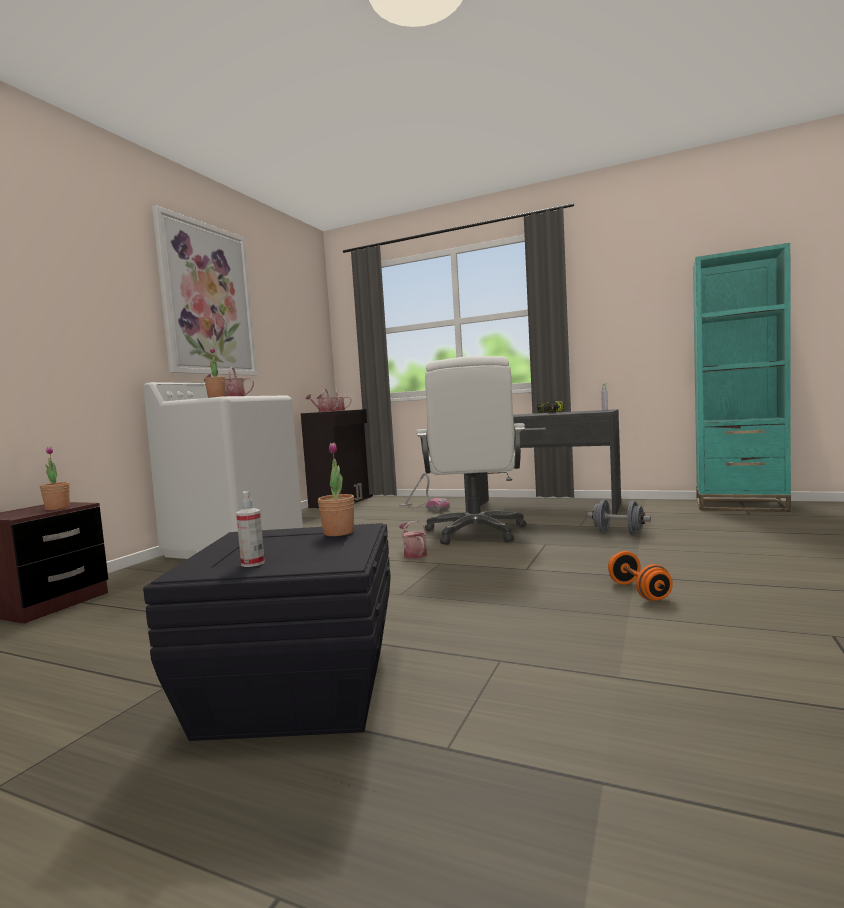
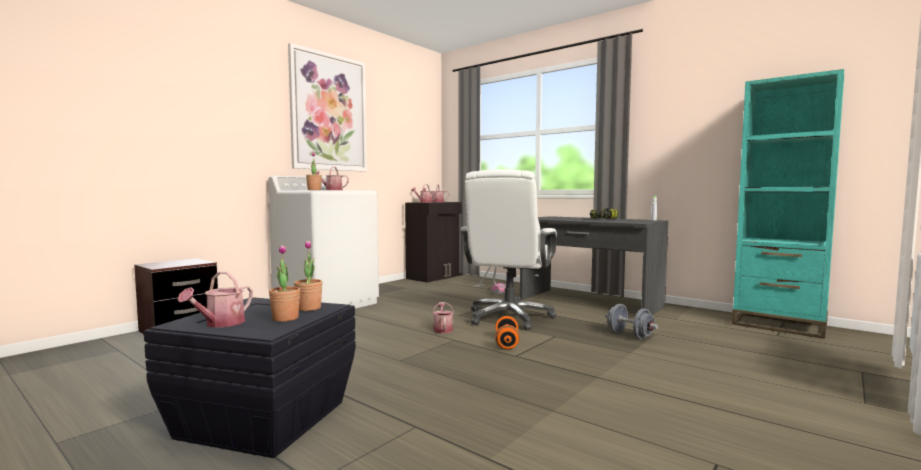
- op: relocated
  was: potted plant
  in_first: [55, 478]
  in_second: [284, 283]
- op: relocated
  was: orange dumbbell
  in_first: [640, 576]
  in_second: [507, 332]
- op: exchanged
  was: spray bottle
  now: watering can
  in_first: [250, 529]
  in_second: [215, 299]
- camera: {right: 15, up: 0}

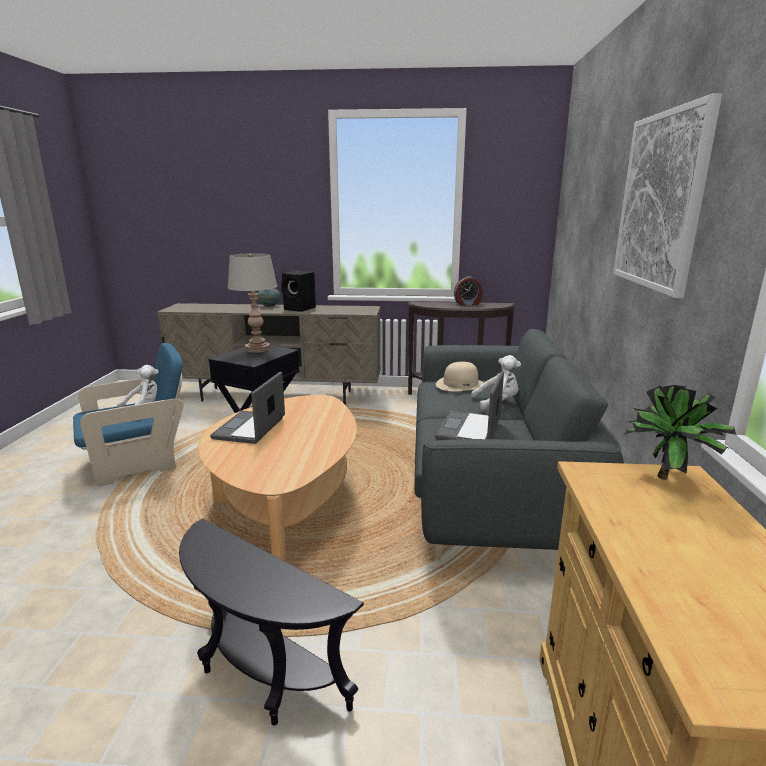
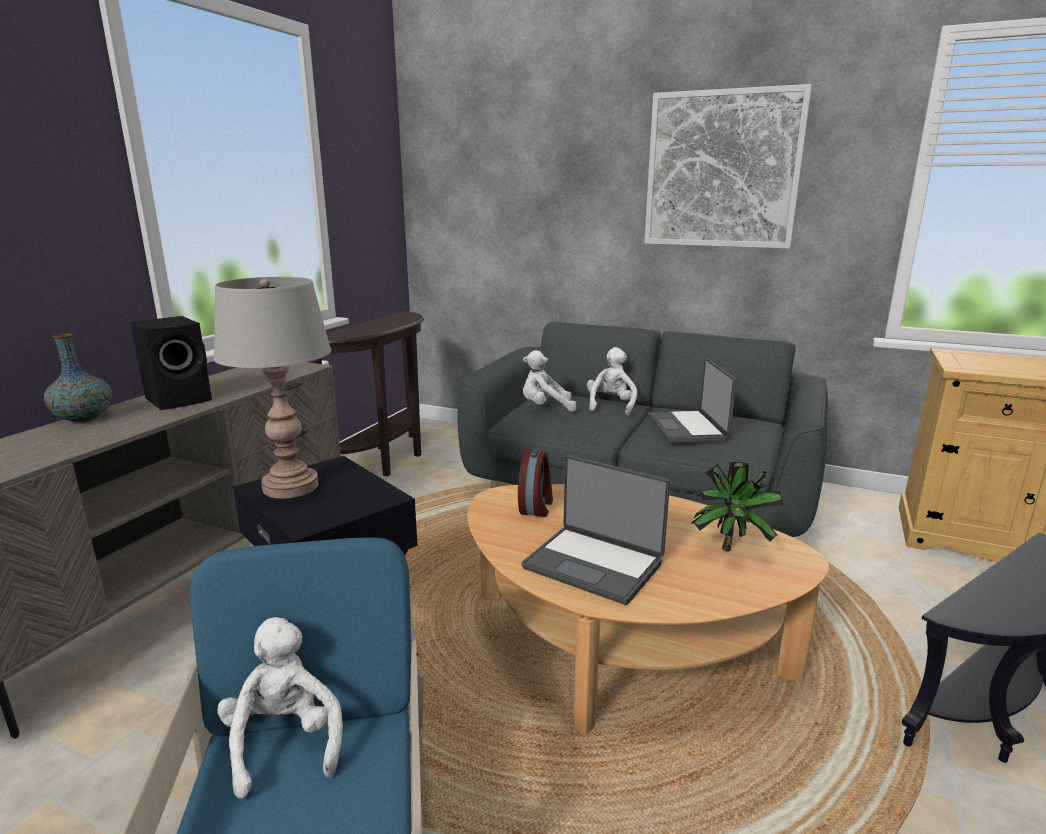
- op: relocated
  was: alarm clock
  in_first: [468, 291]
  in_second: [535, 482]
- op: relocated
  was: potted plant
  in_first: [680, 432]
  in_second: [737, 507]
- op: exchanged
  was: beige hat
  now: white plush toy
  in_first: [460, 376]
  in_second: [549, 381]
- op: spun
  was: laptop
  in_first: [469, 405]
  in_second: [692, 400]
  clockwise: 45
- camera: {right: -70, up: 0}

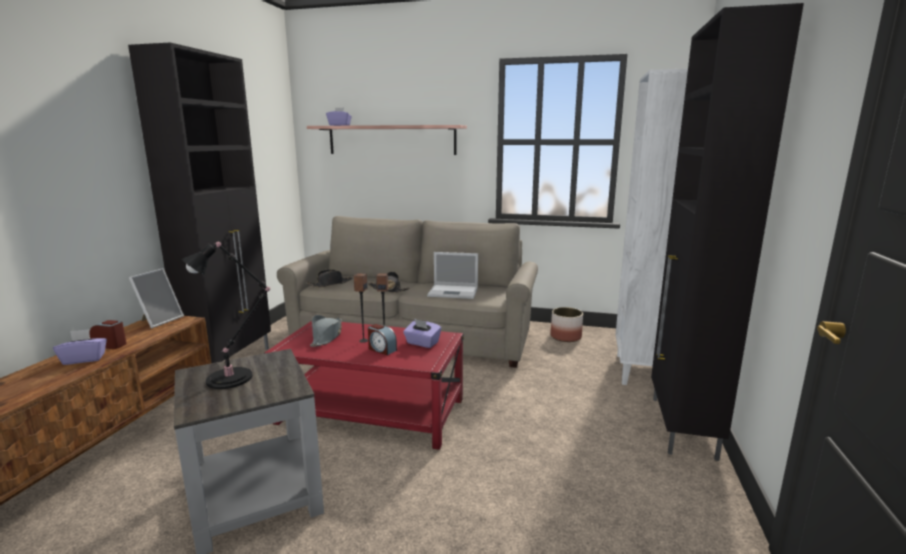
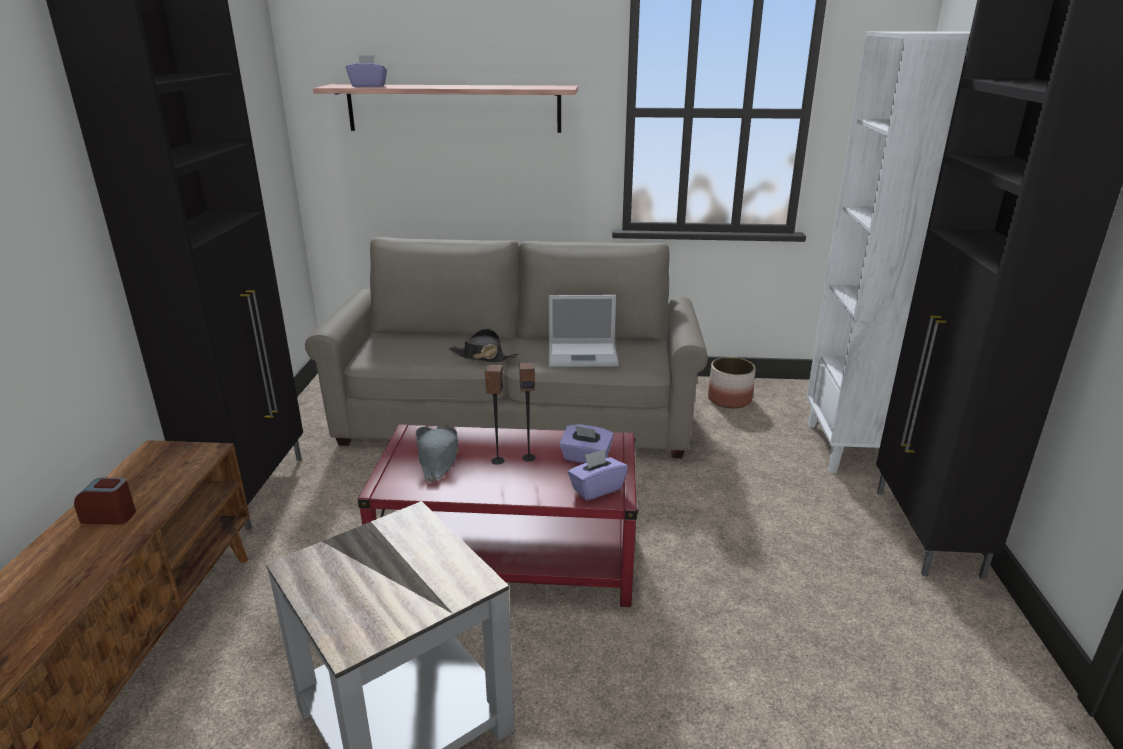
- op: missing
  was: picture frame
  in_first: [156, 298]
- op: missing
  was: black table lamp
  in_first: [225, 315]
- op: missing
  was: black hat
  in_first: [330, 278]
- op: missing
  was: alarm clock
  in_first: [382, 339]
- op: relocated
  was: purple tissue box
  in_first: [80, 347]
  in_second: [598, 475]
- camera: {right: -10, up: 10}

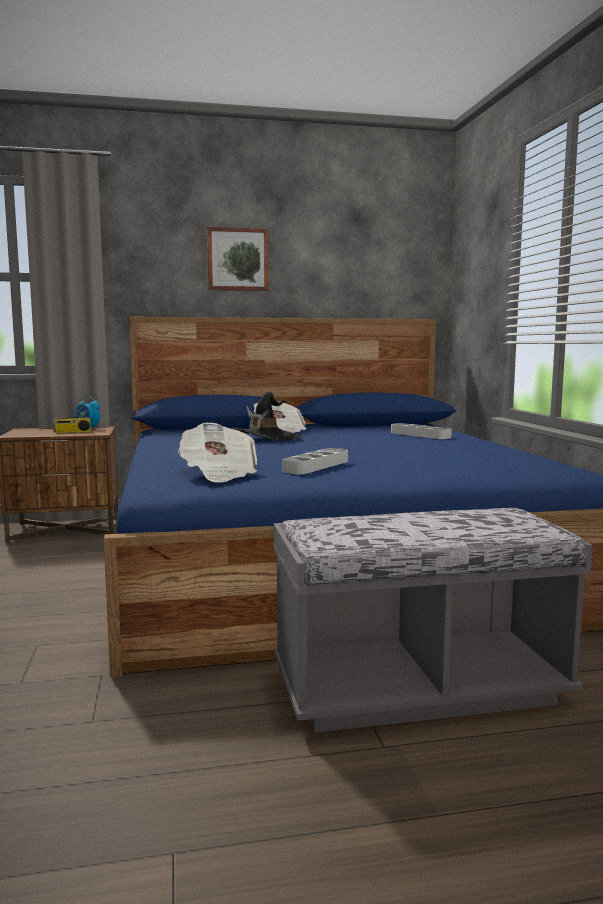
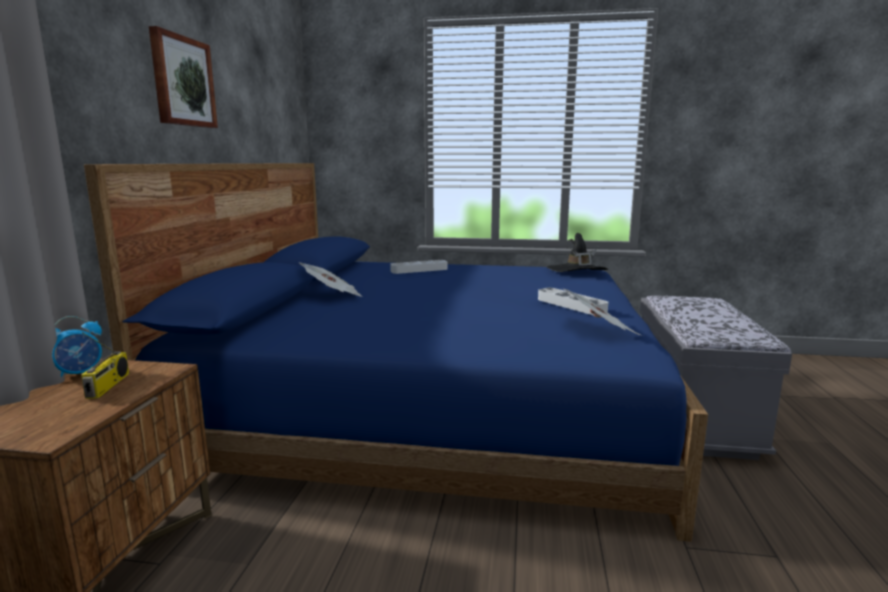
- op: relocated
  was: black hat
  in_first: [266, 416]
  in_second: [577, 252]
- camera: {right: -70, up: 5}

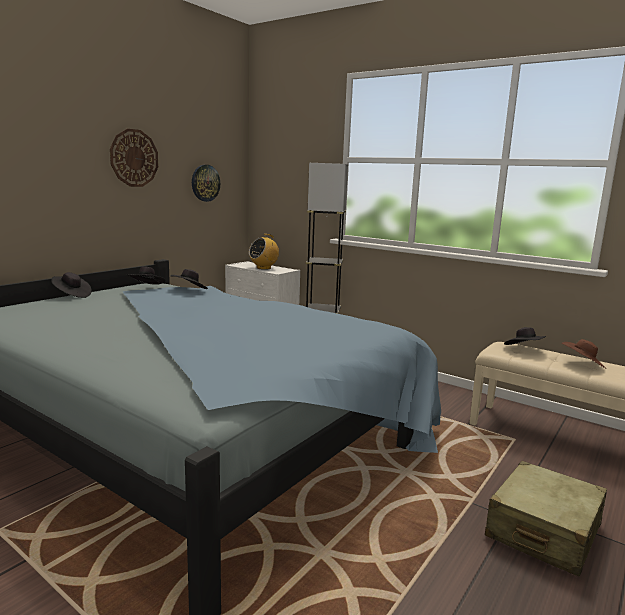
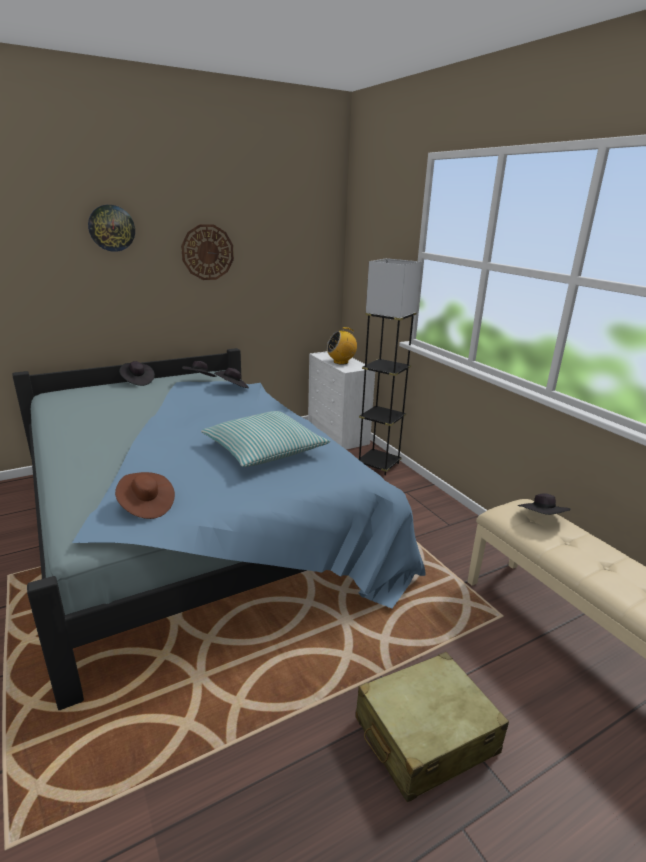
- op: appeared
  now: pillow
  in_second: [265, 439]
- op: relocated
  was: wall clock
  in_first: [206, 183]
  in_second: [111, 228]
- op: relocated
  was: brown hat
  in_first: [584, 353]
  in_second: [145, 495]
- camera: {right: 25, up: 10}

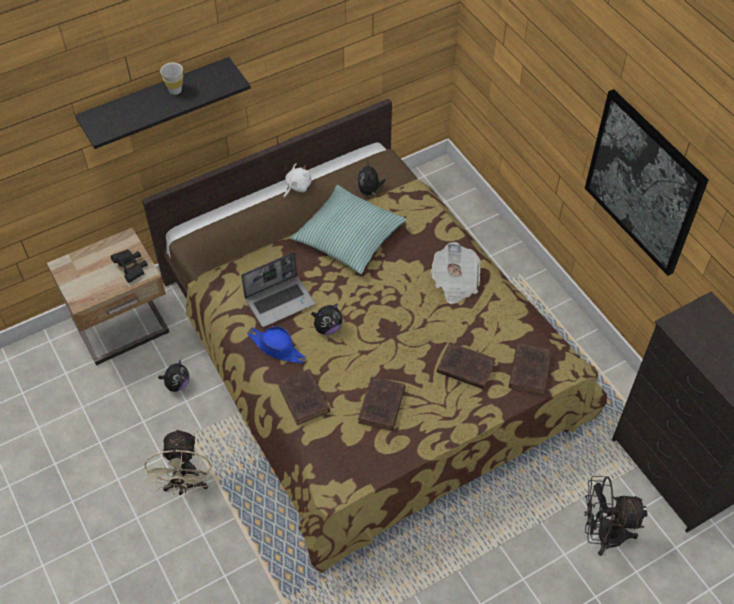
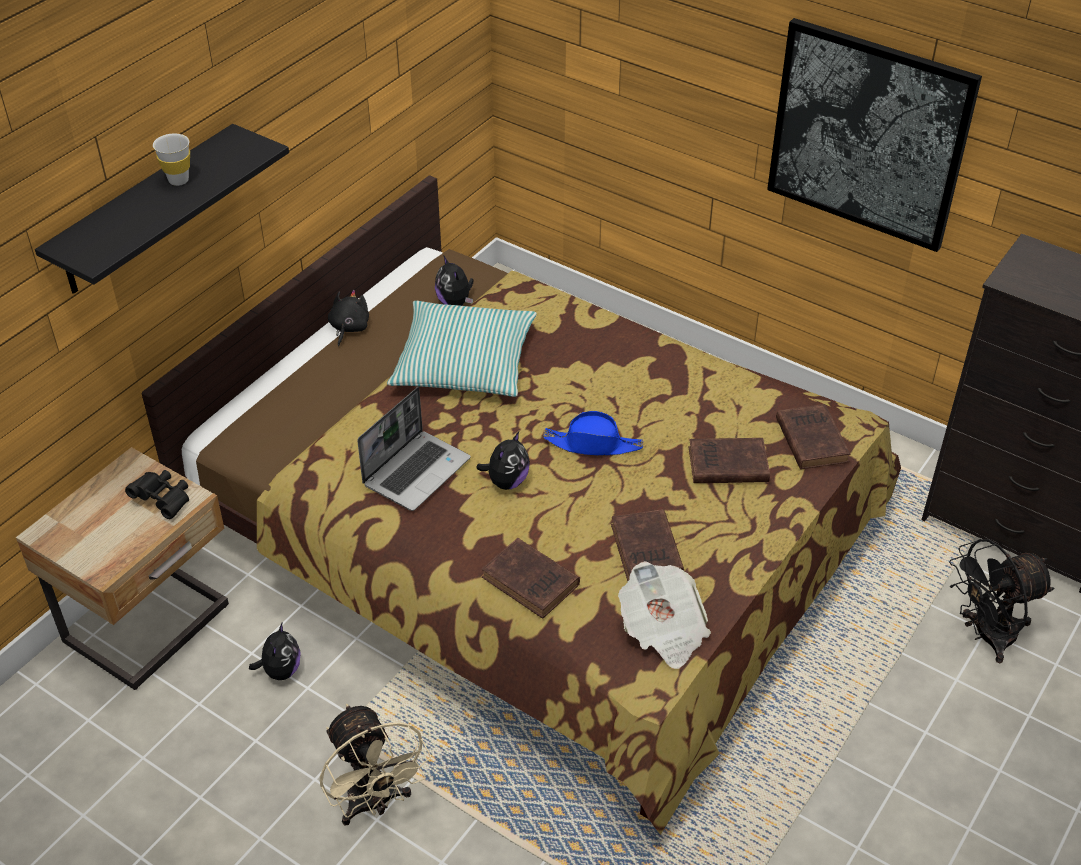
- op: relocated
  was: blue hat
  in_first: [276, 344]
  in_second: [593, 433]
- op: relocated
  was: newspaper
  in_first: [455, 273]
  in_second: [664, 615]
- op: colour
  was: white plush toy
  now: black plush toy
  in_first: [297, 180]
  in_second: [348, 318]
- camera: {right: -25, up: -10}

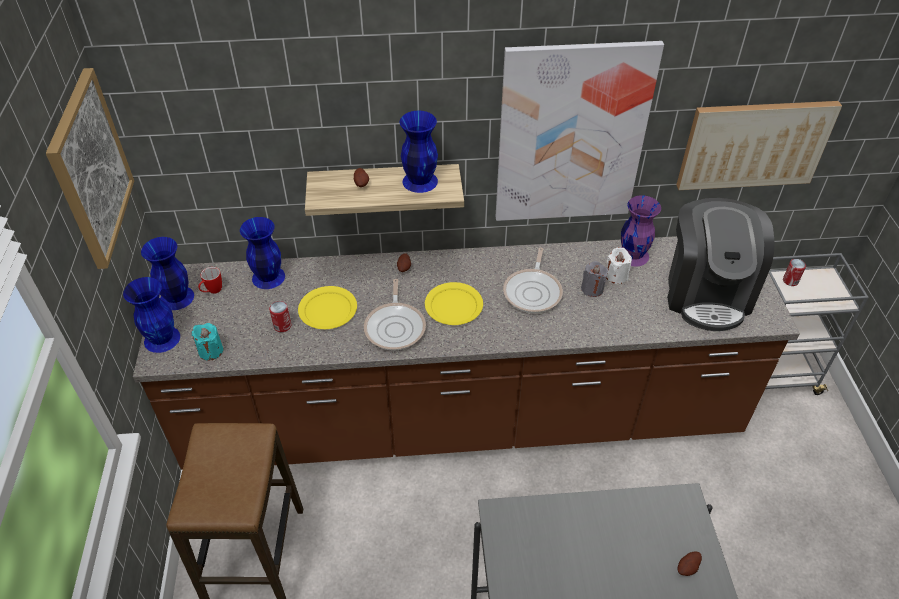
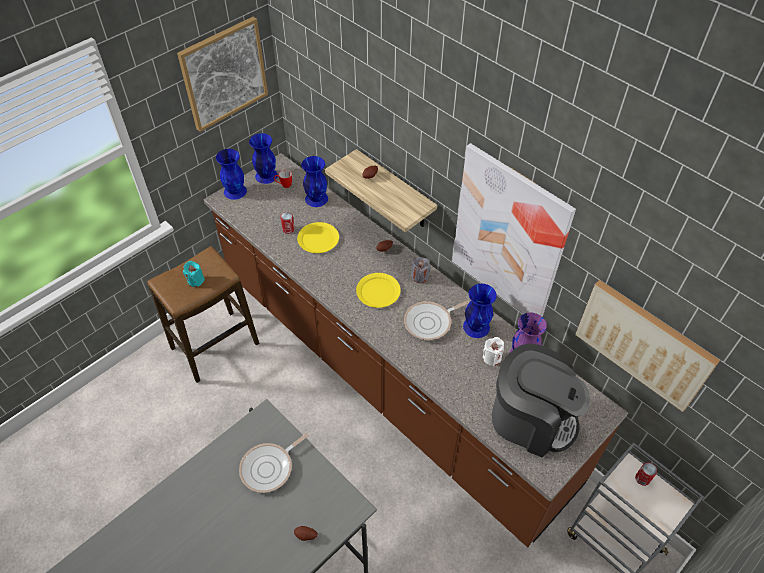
- op: relocated
  was: turquoise candle
  in_first: [207, 342]
  in_second: [194, 274]
- op: relocated
  was: frying pan
  in_first: [395, 315]
  in_second: [274, 463]
- op: relocated
  was: blue vase
  in_first: [418, 152]
  in_second: [480, 311]
- op: relocated
  was: grey candle
  in_first: [594, 279]
  in_second: [421, 270]
- op: spun
  was: coffee machine
  in_first: [721, 264]
  in_second: [541, 400]
  clockwise: -120
- camera: {right: 50, up: 5}

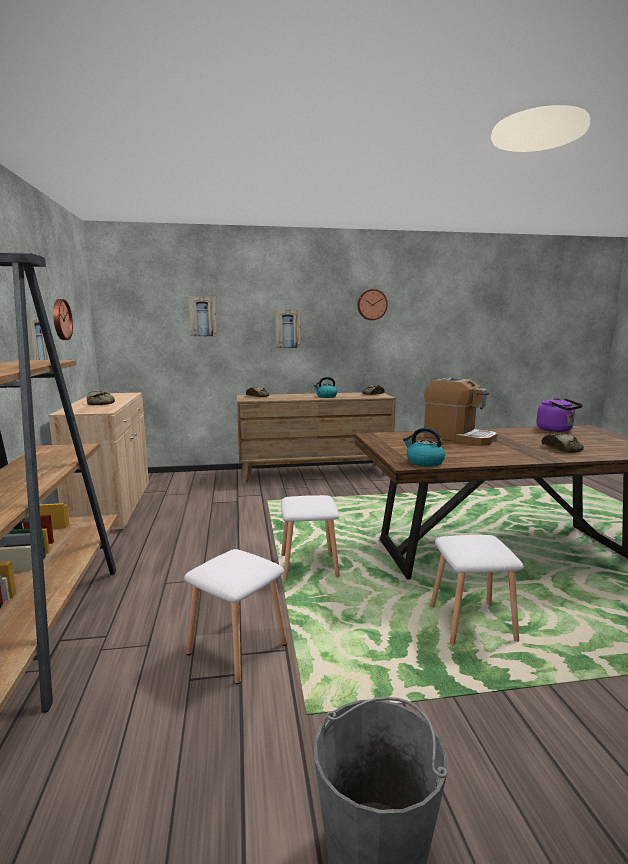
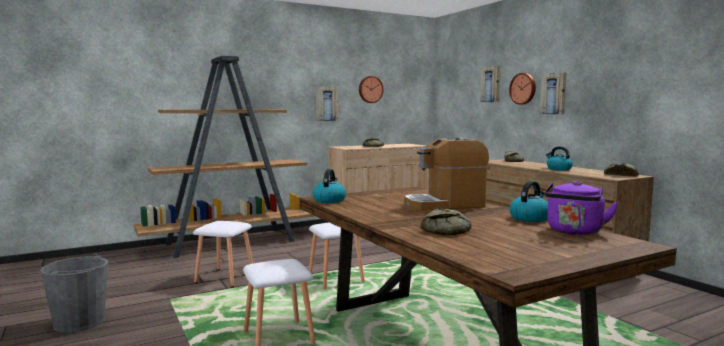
- op: appeared
  now: kettle
  in_second: [528, 201]
- op: relocated
  was: wall clock
  in_first: [372, 304]
  in_second: [522, 89]
- op: spun
  was: coffee machine
  in_first: [460, 412]
  in_second: [446, 173]
  clockwise: 60
- camera: {right: 70, up: -5}

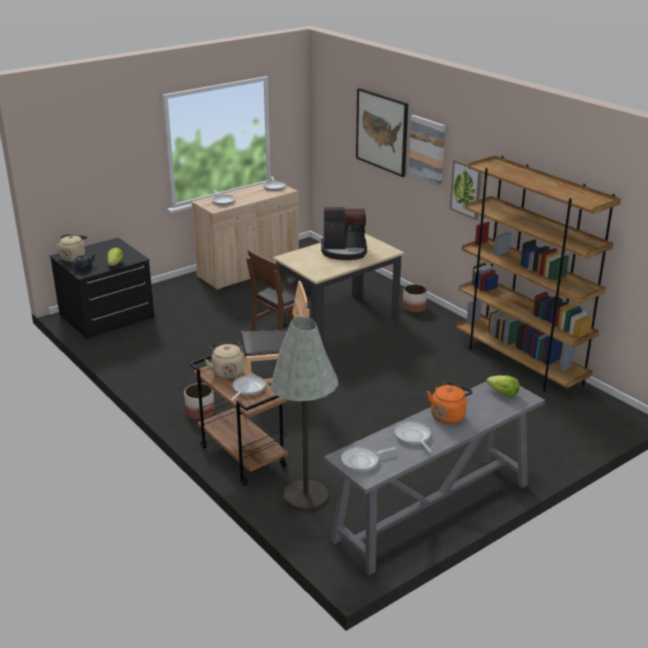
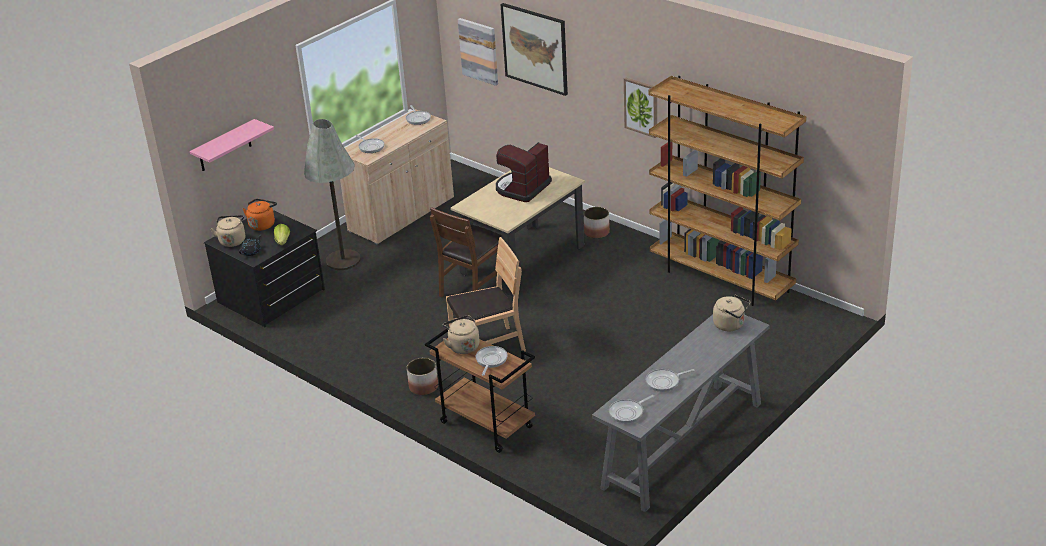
- op: appeared
  now: pink shelf
  in_second: [232, 145]
- op: relocated
  was: grey floor lamp
  in_first: [304, 413]
  in_second: [332, 194]
- op: relocated
  was: picture
  in_first: [426, 150]
  in_second: [478, 52]
- op: relocated
  was: orange kettle
  in_first: [450, 402]
  in_second: [260, 215]
- op: exchanged
  was: lettuce
  now: beige kettle
  in_first: [503, 386]
  in_second: [731, 313]
- op: spun
  was: coffee machine
  in_first: [344, 233]
  in_second: [524, 172]
  clockwise: 135
- op: spun
  was: frying pan
  in_first: [413, 437]
  in_second: [670, 380]
  clockwise: -75
- camera: {right: -10, up: 5}

